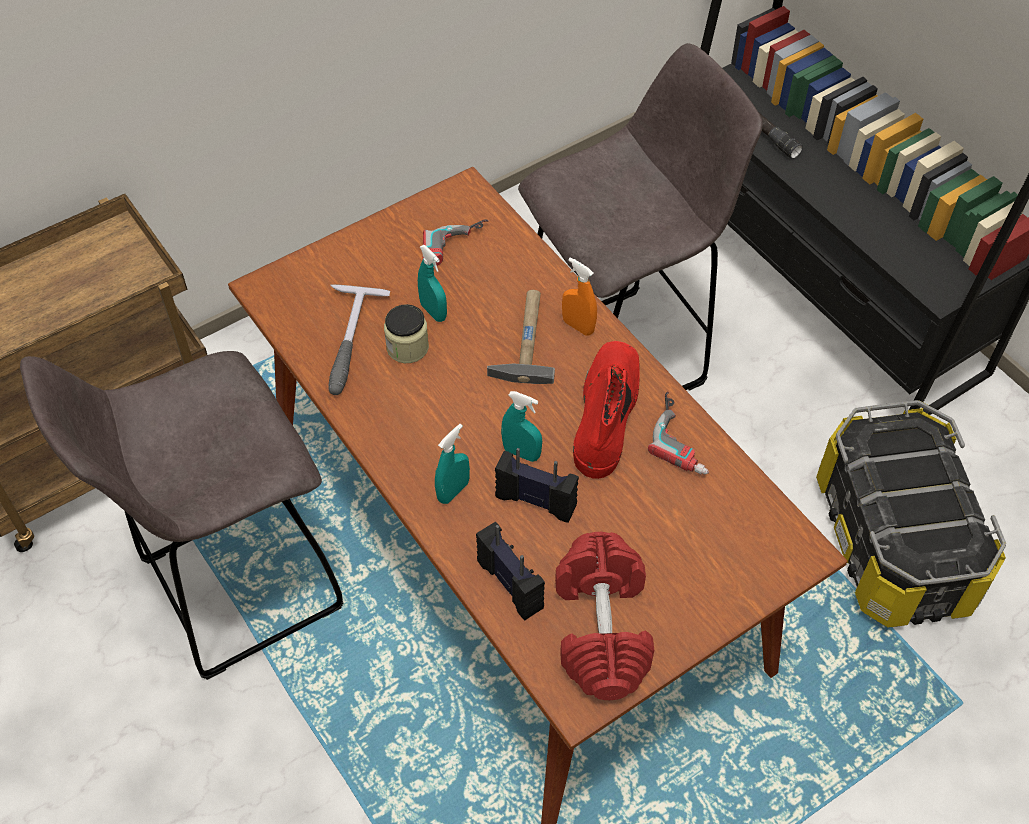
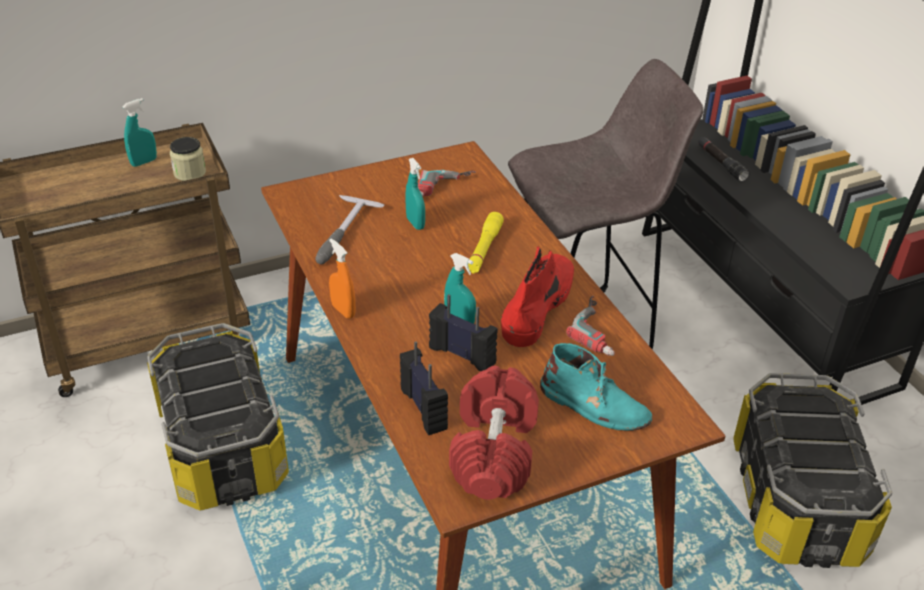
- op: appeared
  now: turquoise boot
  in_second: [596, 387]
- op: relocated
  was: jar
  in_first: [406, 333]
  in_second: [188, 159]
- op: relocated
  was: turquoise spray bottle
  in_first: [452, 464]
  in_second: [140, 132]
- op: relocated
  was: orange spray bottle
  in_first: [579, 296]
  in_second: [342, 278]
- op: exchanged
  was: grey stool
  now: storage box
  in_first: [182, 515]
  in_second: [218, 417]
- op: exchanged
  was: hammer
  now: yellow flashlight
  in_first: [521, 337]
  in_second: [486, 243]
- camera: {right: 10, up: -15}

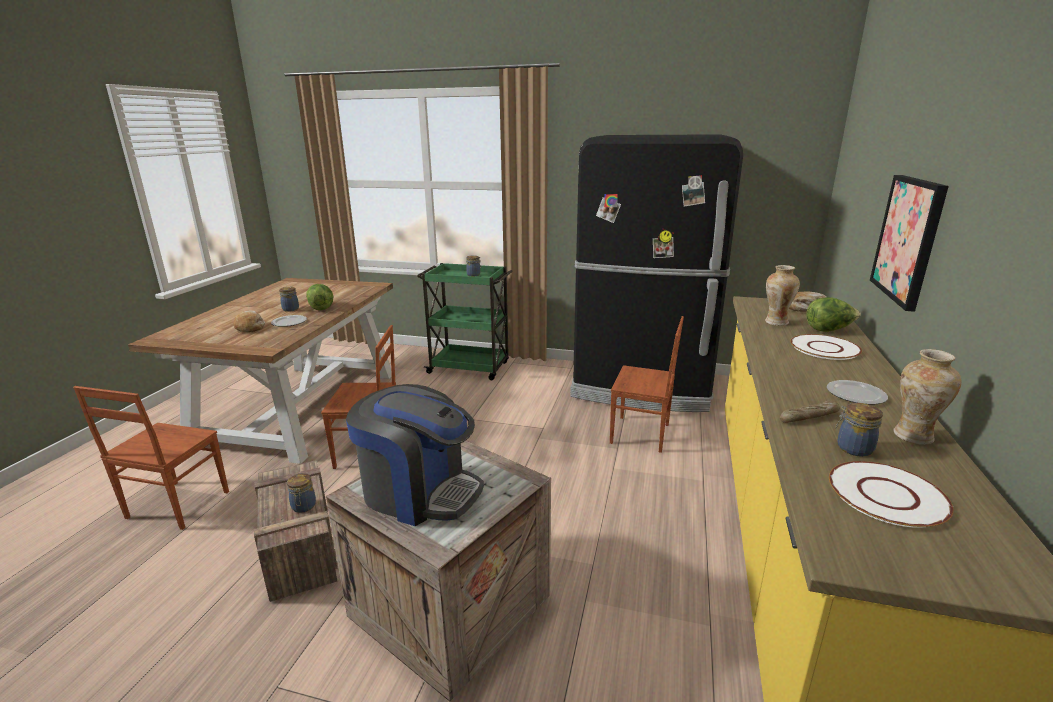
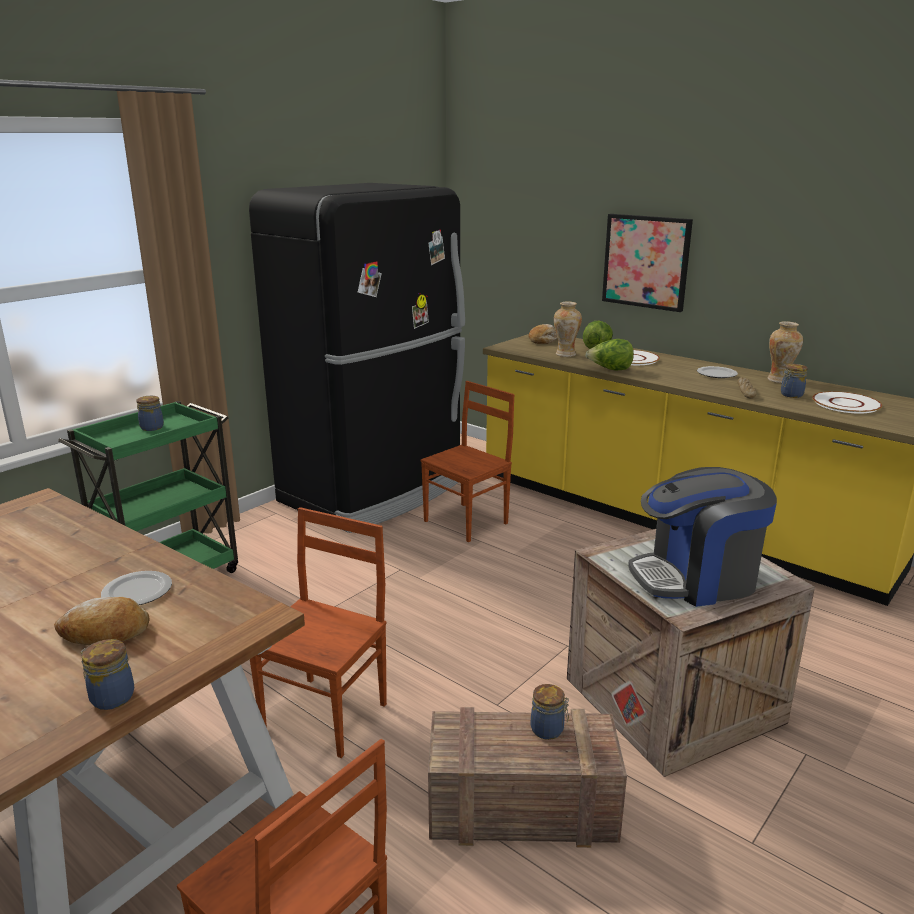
- op: relocated
  was: jar
  in_first: [289, 299]
  in_second: [107, 674]
- op: relocated
  was: lettuce
  in_first: [320, 297]
  in_second: [609, 354]
- op: spun
  was: coffee machine
  in_first: [415, 455]
  in_second: [702, 537]
  clockwise: -150
- camera: {right: -65, up: 0}

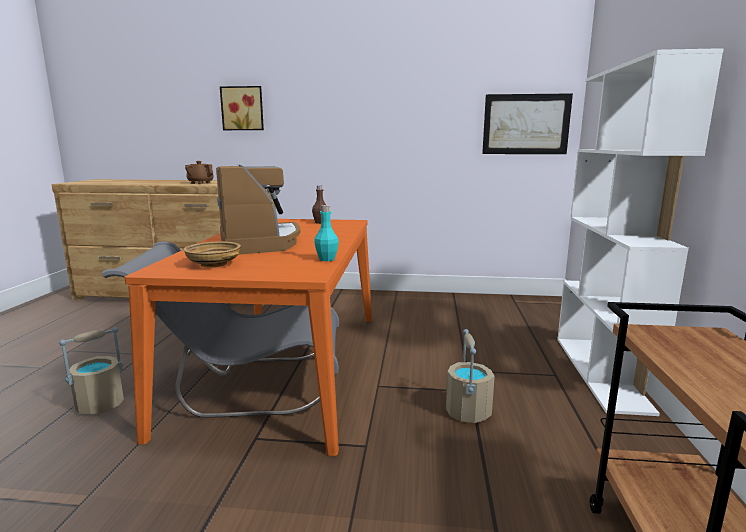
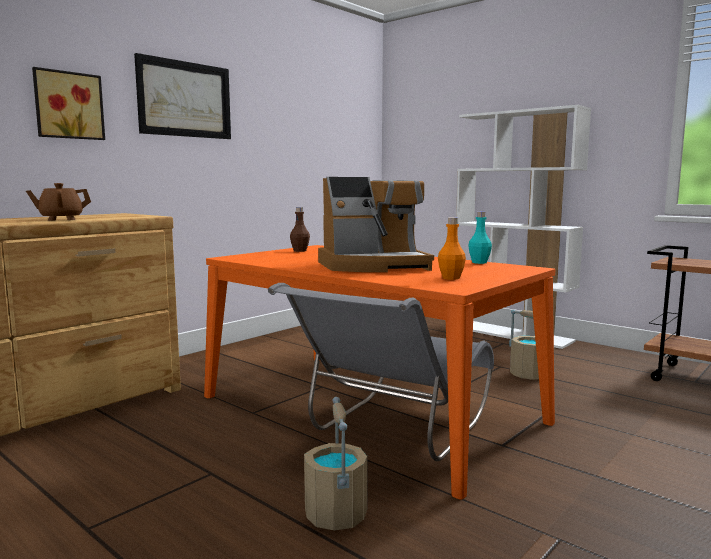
- op: relocated
  was: picture
  in_first: [527, 123]
  in_second: [182, 96]
- op: exchanged
  was: beige bowl
  now: orange bottle
  in_first: [212, 254]
  in_second: [452, 248]
- op: spun
  was: coffee machine
  in_first: [258, 210]
  in_second: [376, 224]
  clockwise: 150
- camera: {right: -55, up: -5}

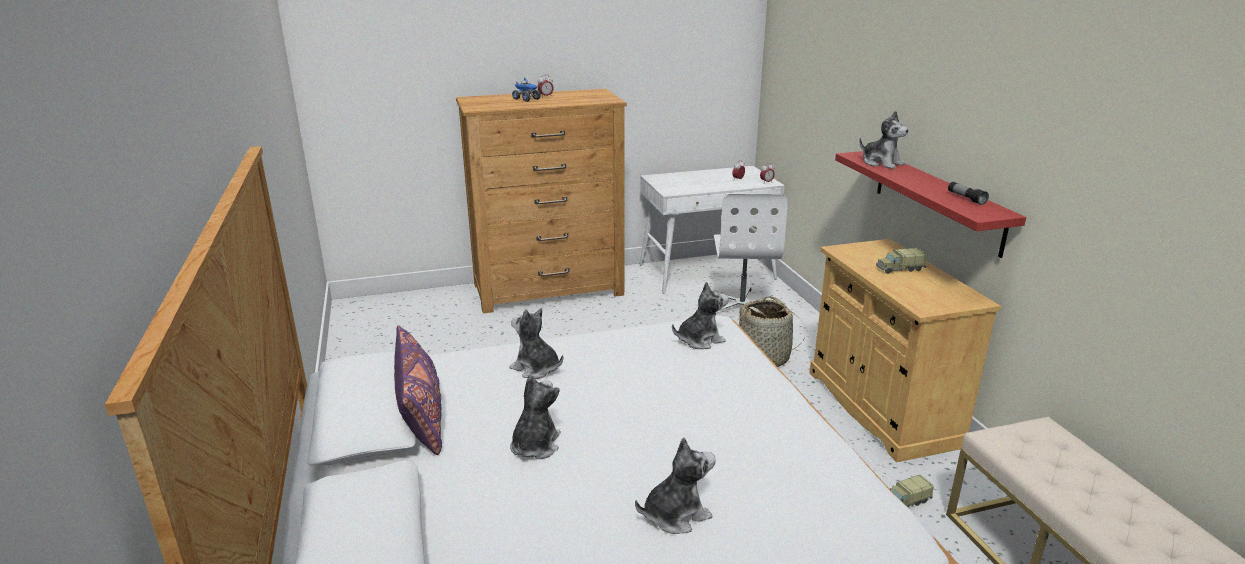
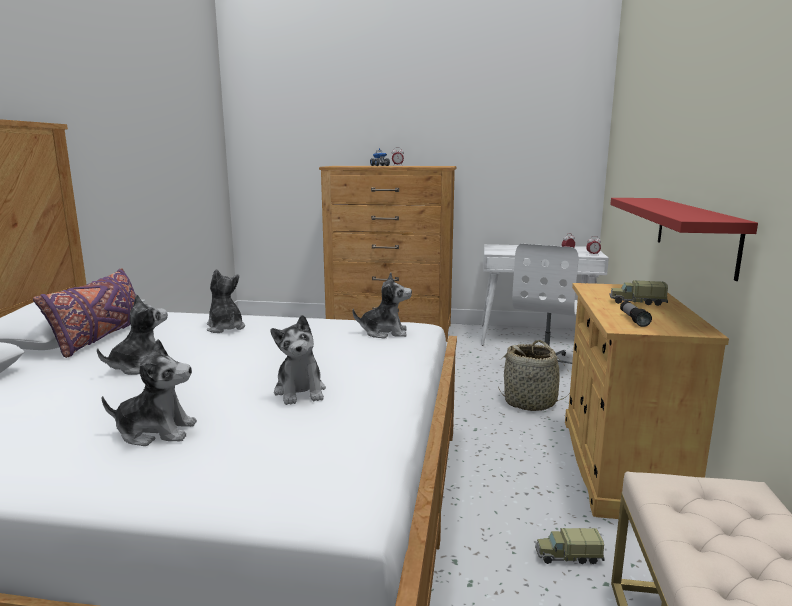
- op: relocated
  was: plush toy
  in_first: [884, 140]
  in_second: [298, 360]
- op: relocated
  was: flashlight
  in_first: [968, 193]
  in_second: [636, 314]
- camera: {right: 25, up: -10}

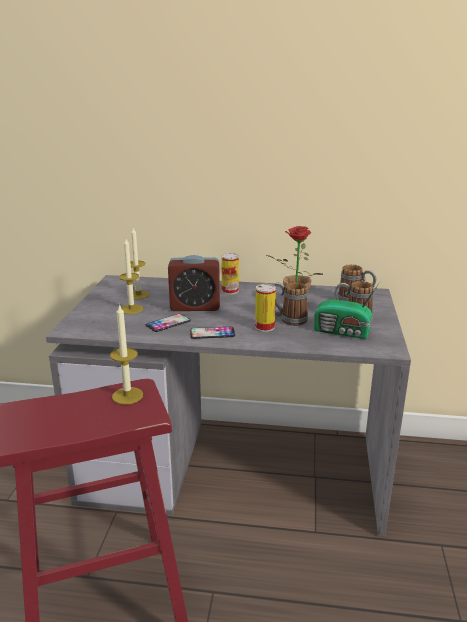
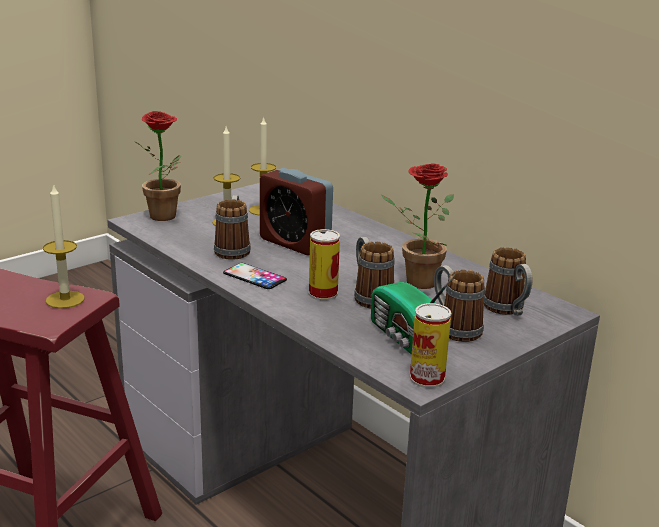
- op: appeared
  now: potted plant
  in_second: [158, 166]
- op: relocated
  was: can
  in_first: [230, 273]
  in_second: [430, 345]
- op: exchanged
  was: phone
  now: mug
  in_first: [168, 323]
  in_second: [232, 227]
- camera: {right: 40, up: 0}

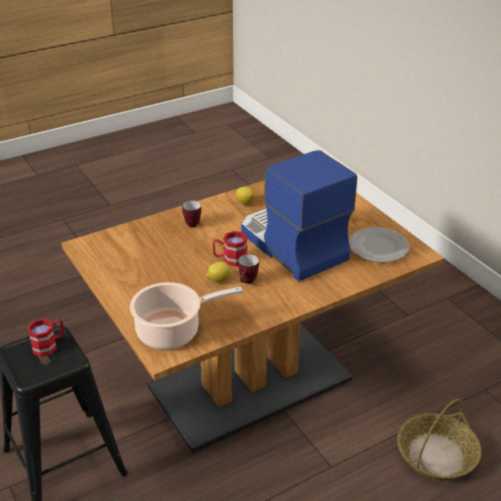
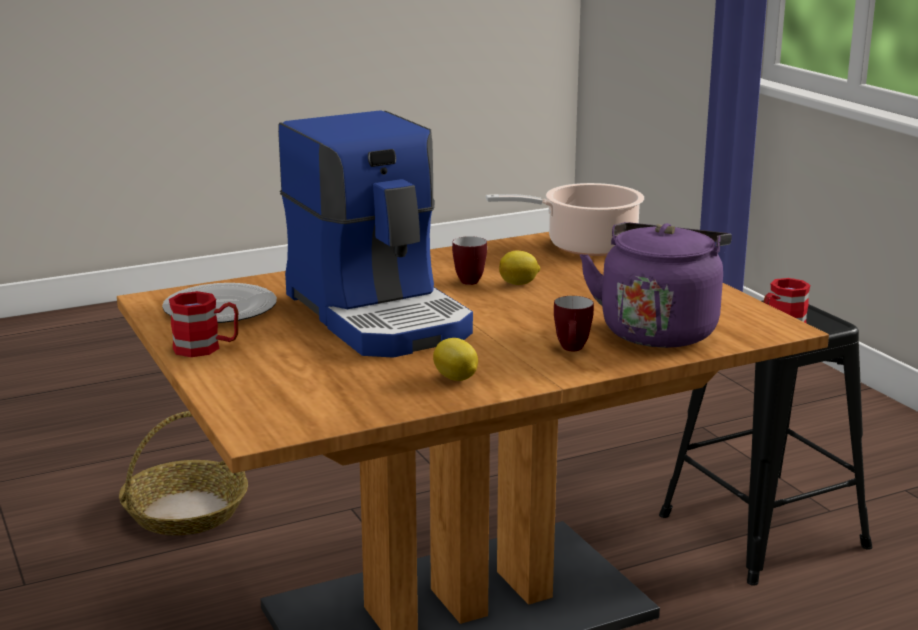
- op: appeared
  now: purple kettle
  in_second: [656, 285]
- op: relocated
  was: red mug
  in_first: [229, 248]
  in_second: [203, 324]
- camera: {right: -175, up: -15}

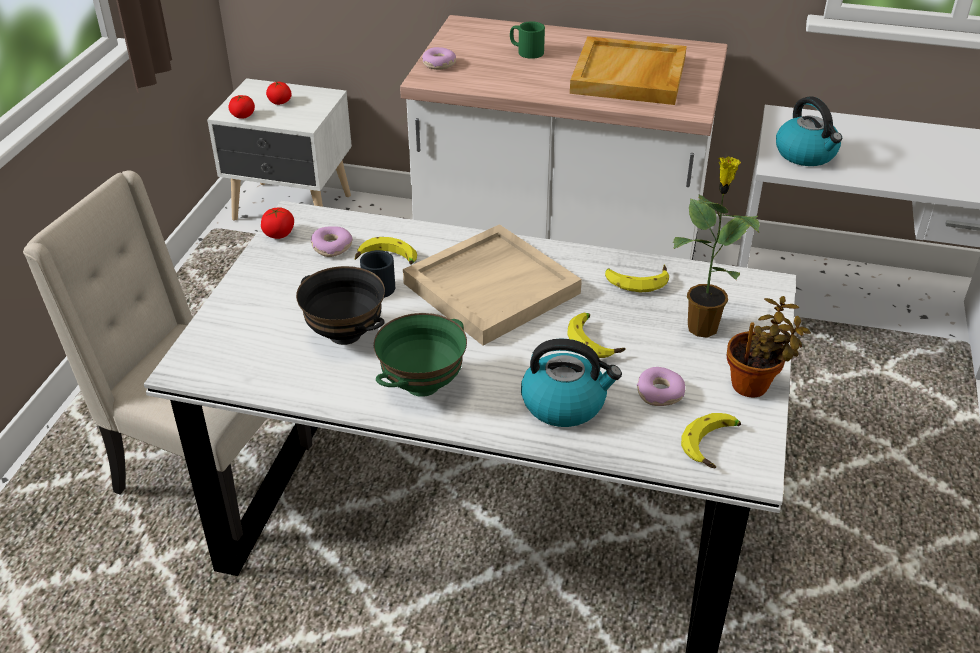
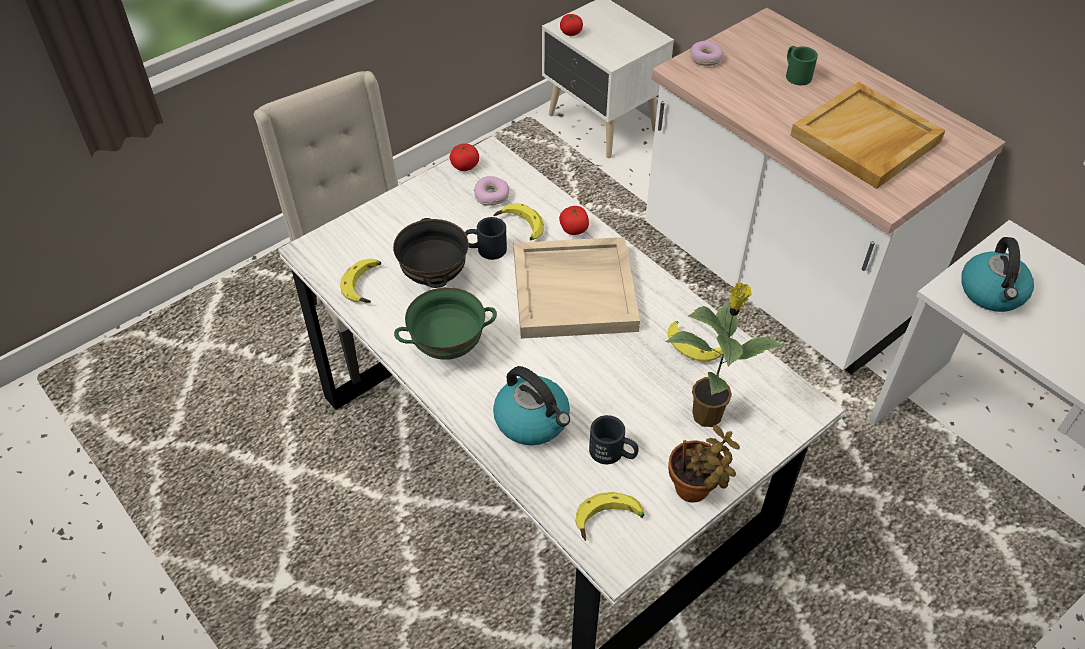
- op: relocated
  was: tomato
  in_first: [279, 93]
  in_second: [574, 220]
- op: relocated
  was: banana
  in_first: [596, 335]
  in_second: [360, 281]
- op: exchanged
  was: donut
  now: black mug
  in_first: [661, 386]
  in_second: [614, 439]
- camera: {right: 35, up: 10}

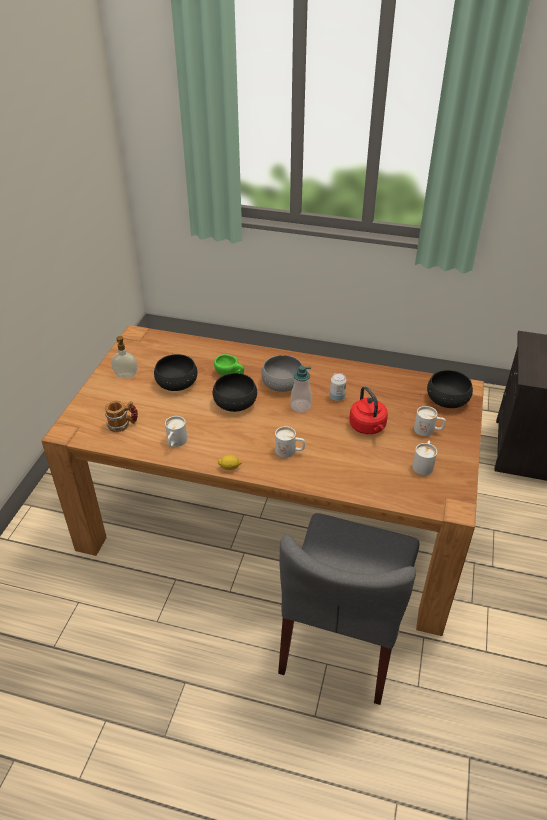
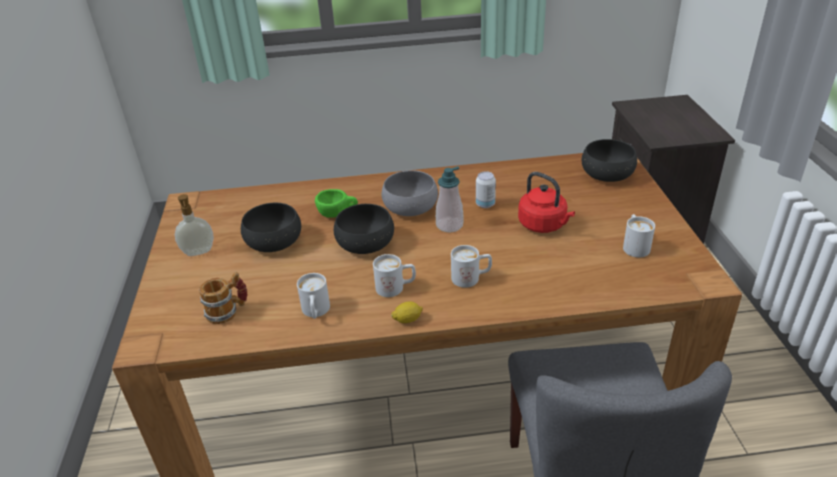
- op: relocated
  was: white mug
  in_first: [430, 421]
  in_second: [394, 275]
- camera: {right: -20, up: -5}

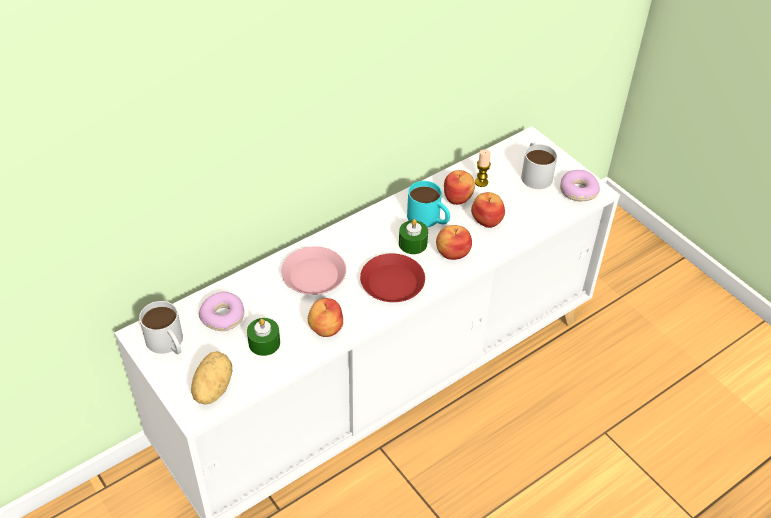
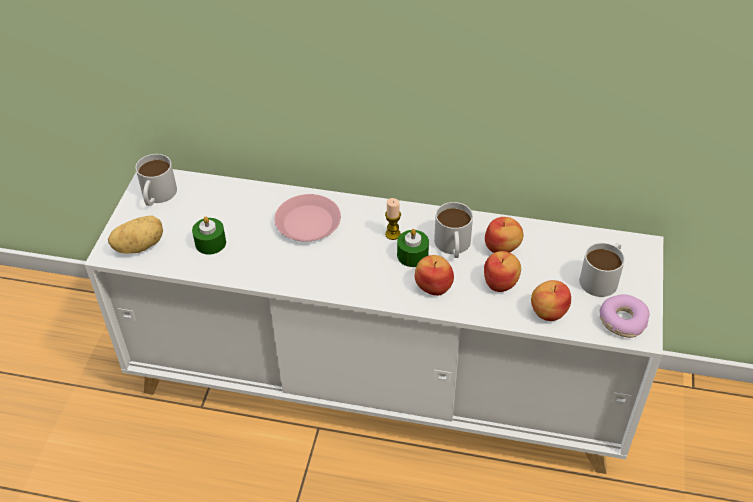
- op: missing
  was: donut
  in_first: [221, 311]
- op: missing
  was: red plate
  in_first: [392, 277]
- op: relocated
  was: apple
  in_first: [325, 317]
  in_second: [551, 300]
- op: relocated
  was: candle
  in_first: [483, 168]
  in_second: [393, 219]
- op: colour
  was: turquoise mug
  now: white mug
  in_first: [428, 204]
  in_second: [453, 230]
- camera: {right: 50, up: 0}

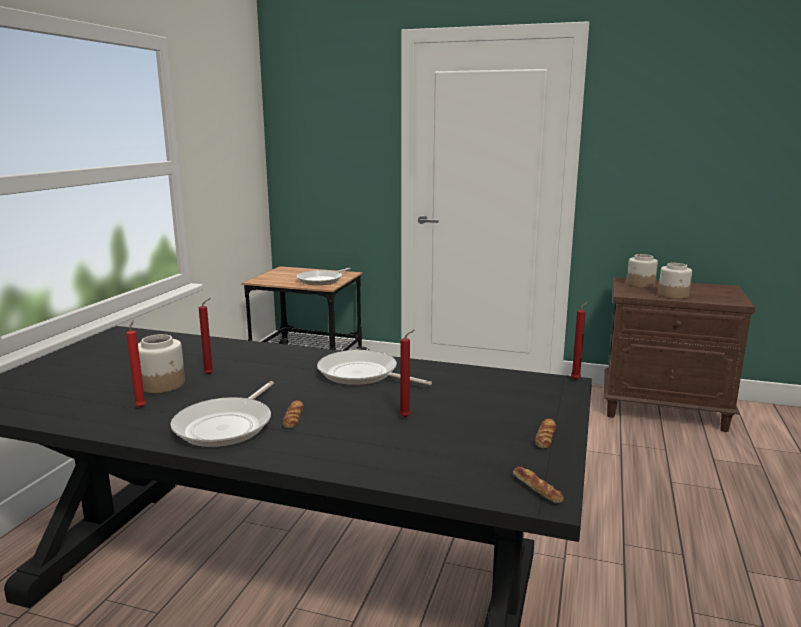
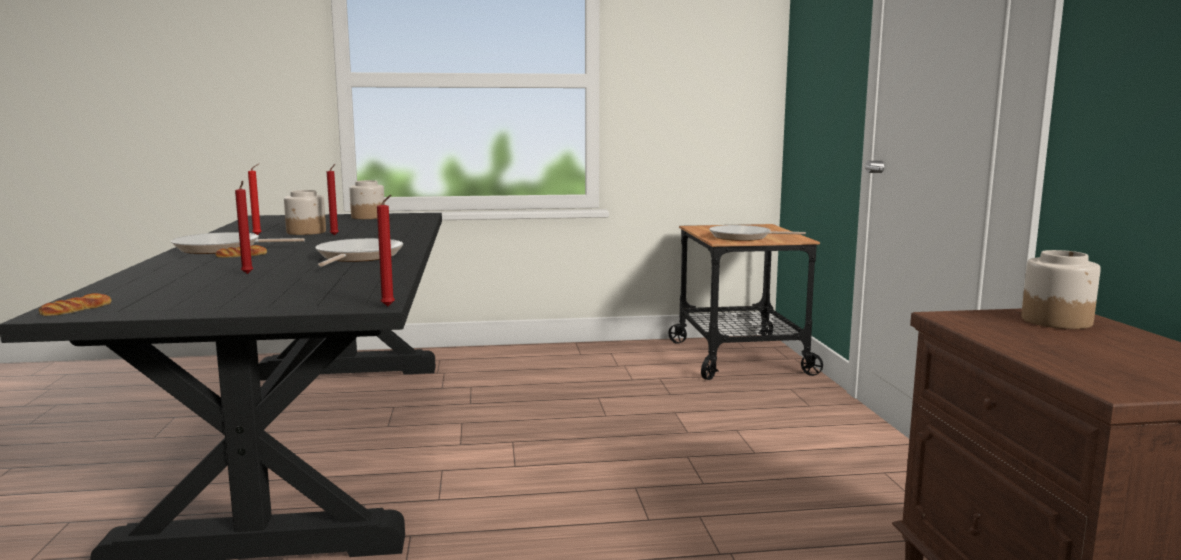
- op: missing
  was: bread
  in_first: [545, 433]
- op: relocated
  was: jar
  in_first: [675, 281]
  in_second: [367, 199]
- camera: {right: 65, up: -5}

